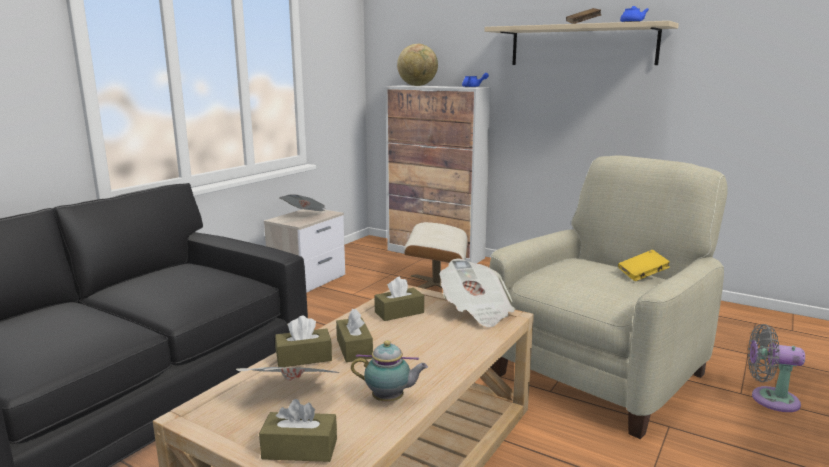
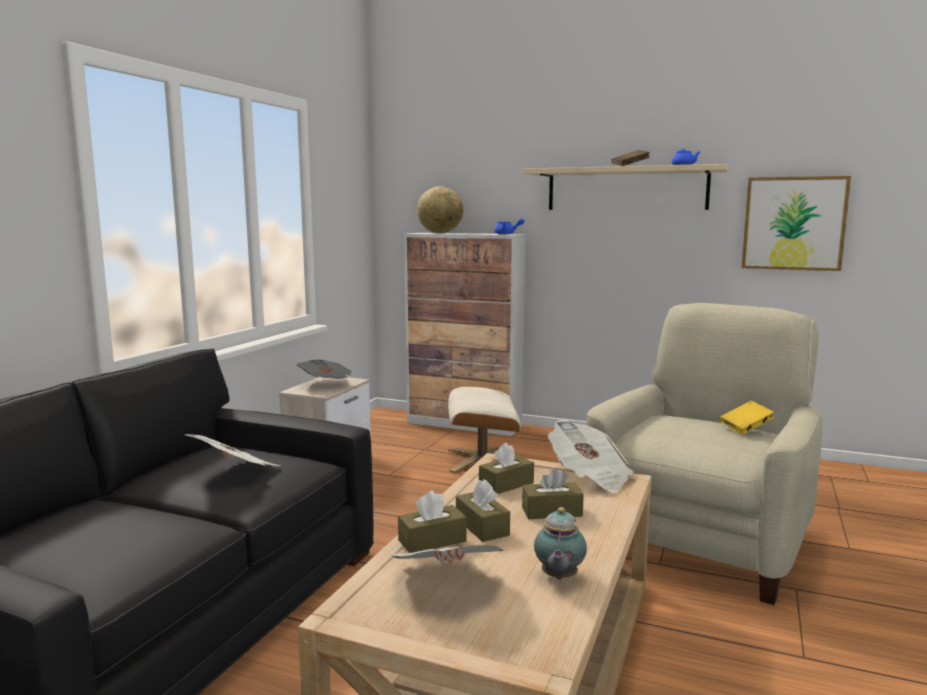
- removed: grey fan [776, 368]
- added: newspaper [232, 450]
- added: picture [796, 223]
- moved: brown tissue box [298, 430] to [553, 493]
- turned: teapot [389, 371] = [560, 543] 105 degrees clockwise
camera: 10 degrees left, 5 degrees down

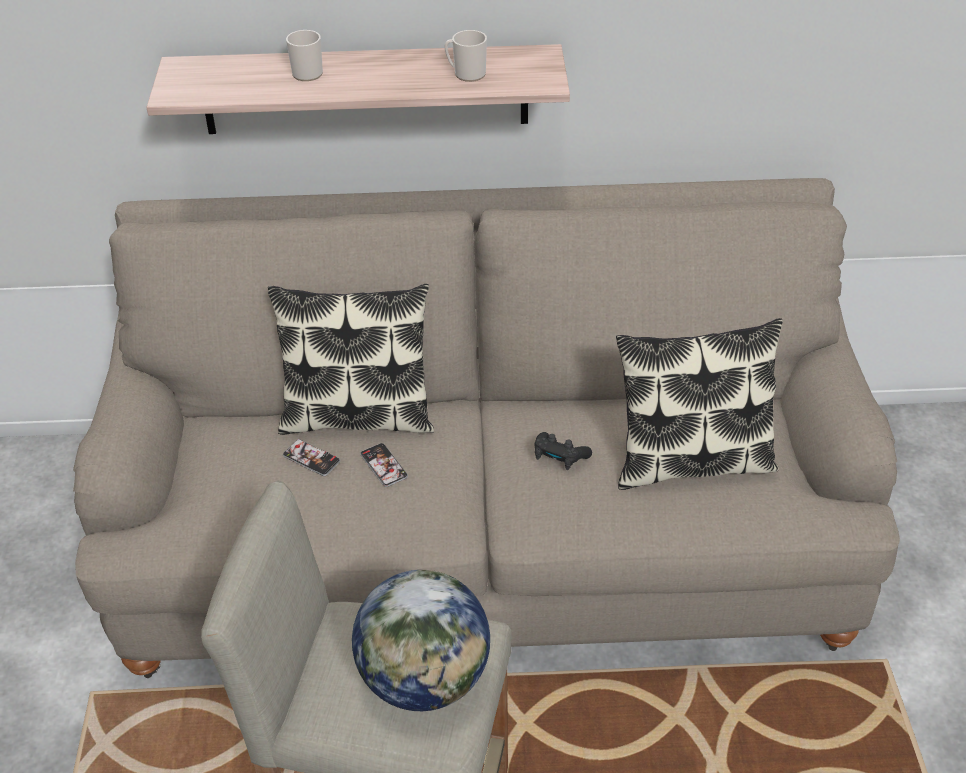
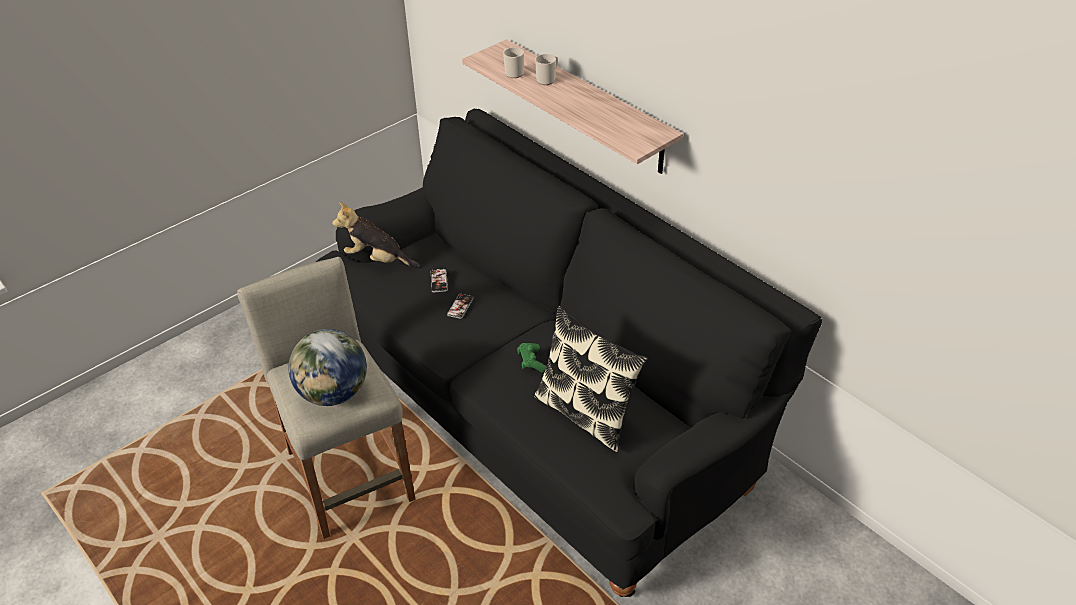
- removed: pillow [351, 359]
- added: plush toy [376, 235]
- moved: mug [465, 56] to [513, 62]
- recoloured: beige sofa [486, 428] to black sofa [569, 353]
- recoloured: black game controller [563, 451] to green game controller [531, 358]
camera: 50 degrees right, 0 degrees up

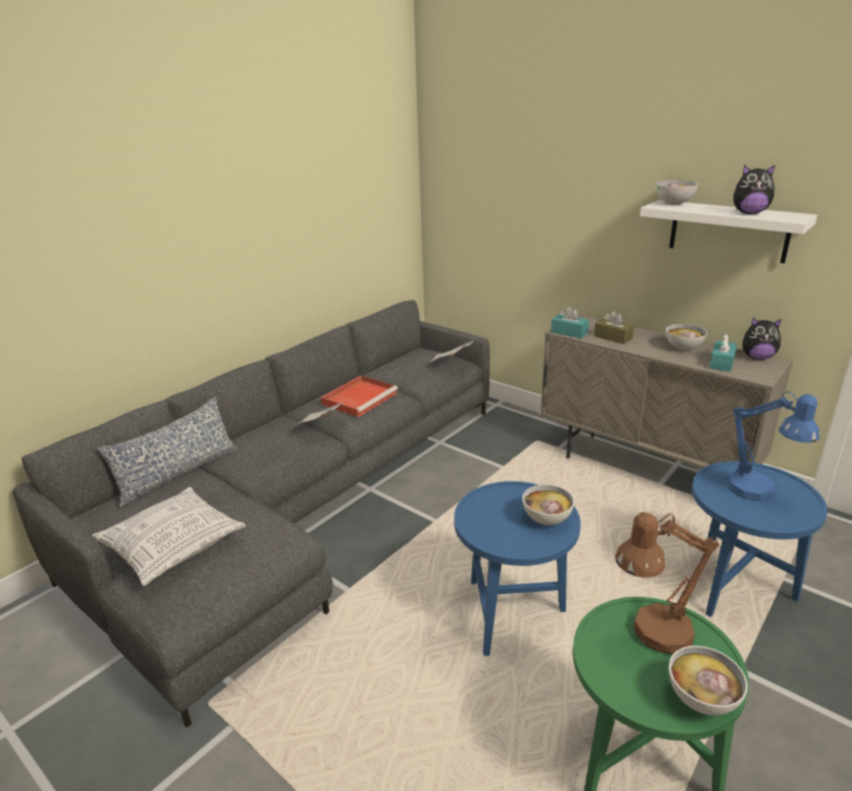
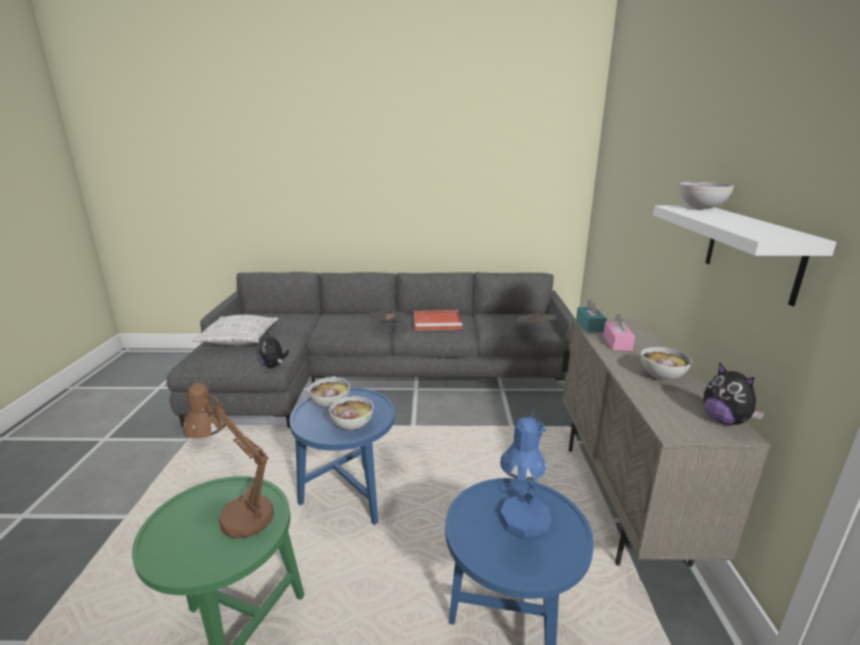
- removed: pillow [167, 452]
- removed: turquoise tissue box [723, 352]
- moved: bowl [708, 681] to [329, 392]
- moved: plush toy [754, 189] to [274, 350]
- recoloured: brown tissue box [614, 327] to pink tissue box [619, 332]
camera: 50 degrees right, 5 degrees down

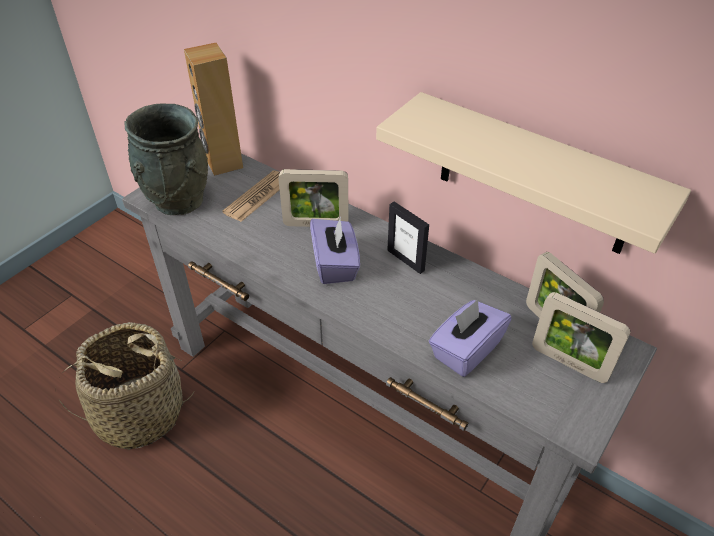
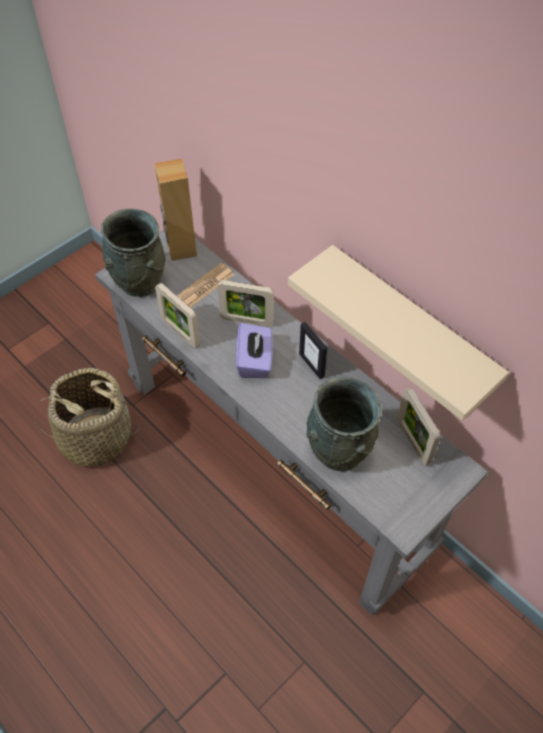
- moved: picture frame [581, 337] to [177, 315]
- replaced: purple tissue box [470, 338] to grey vase [343, 424]
camera: 10 degrees right, 10 degrees up

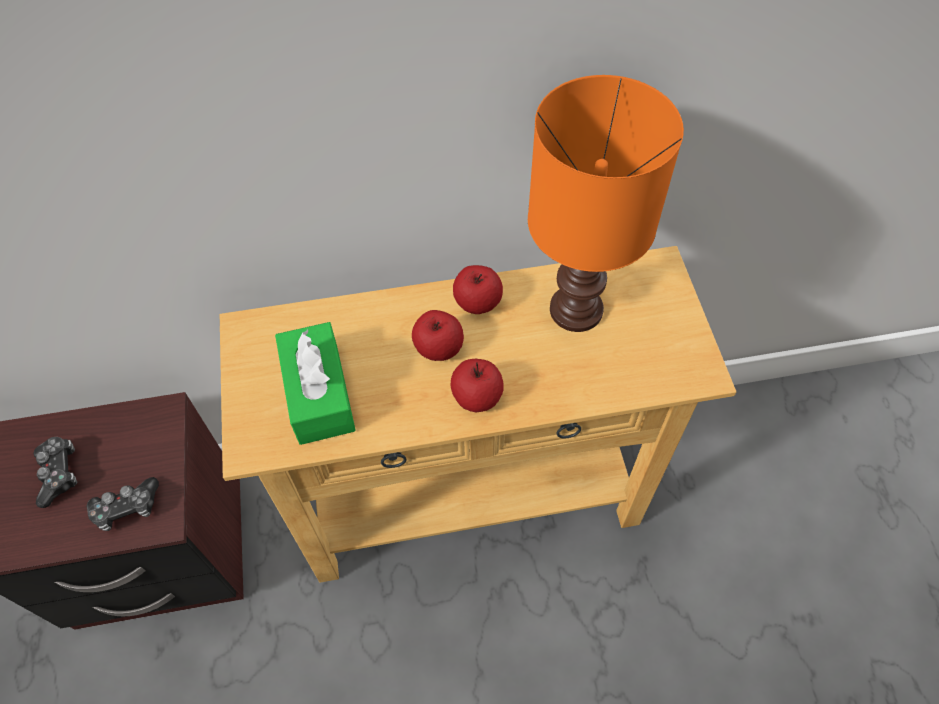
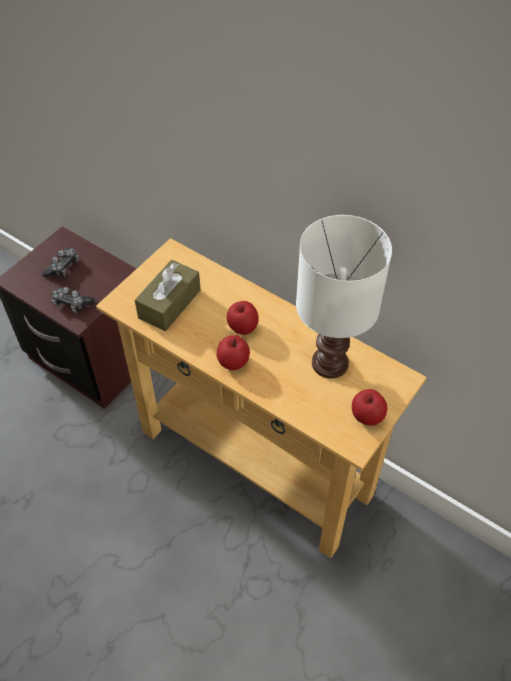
- moved: apple [478, 289] to [369, 407]
- recoloured: green tissue box [315, 383] to brown tissue box [168, 295]
- recoloured: orange table lamp [606, 203] to white table lamp [344, 297]
camera: 45 degrees right, 5 degrees down

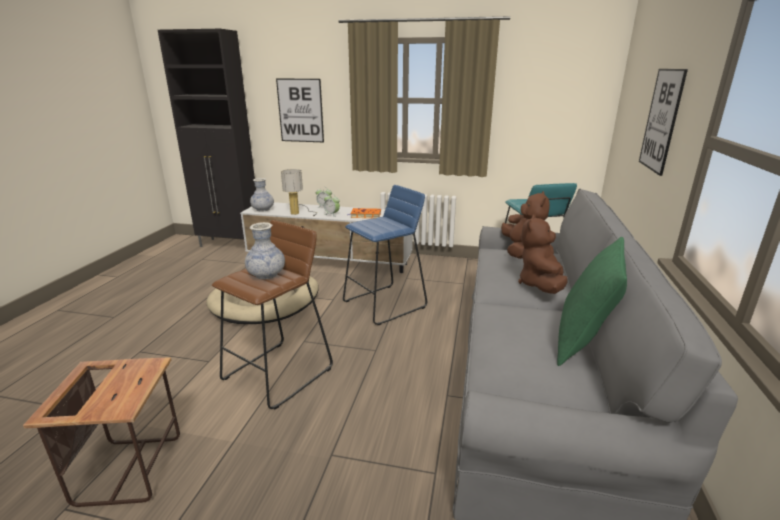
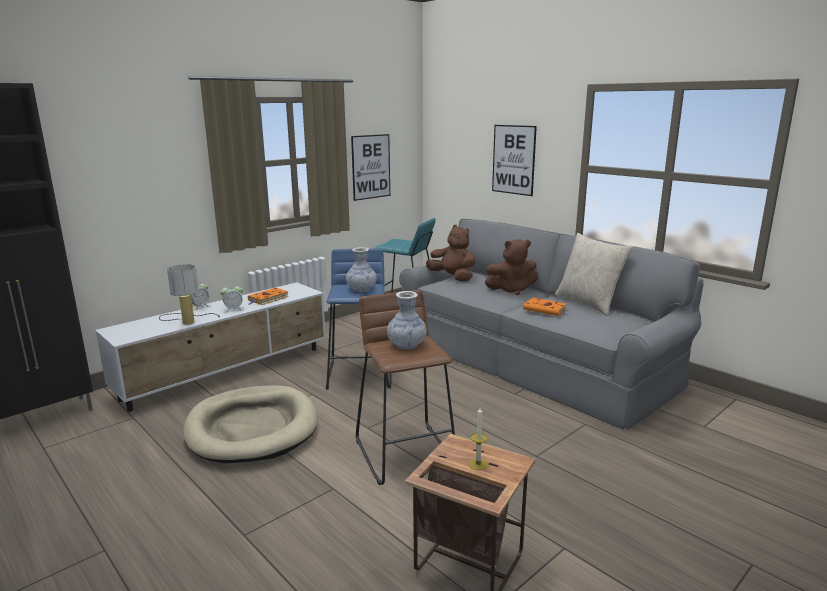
- added: candle [478, 439]
- added: orange book [546, 307]
- moved: vase [262, 195] to [361, 269]
- moved: picture [300, 110] to [370, 167]
- recoloured: green pillow [592, 301] to beige pillow [594, 274]
- turned: brown plush toy [543, 254] = [511, 267] 60 degrees counterclockwise
camera: 55 degrees left, 5 degrees down

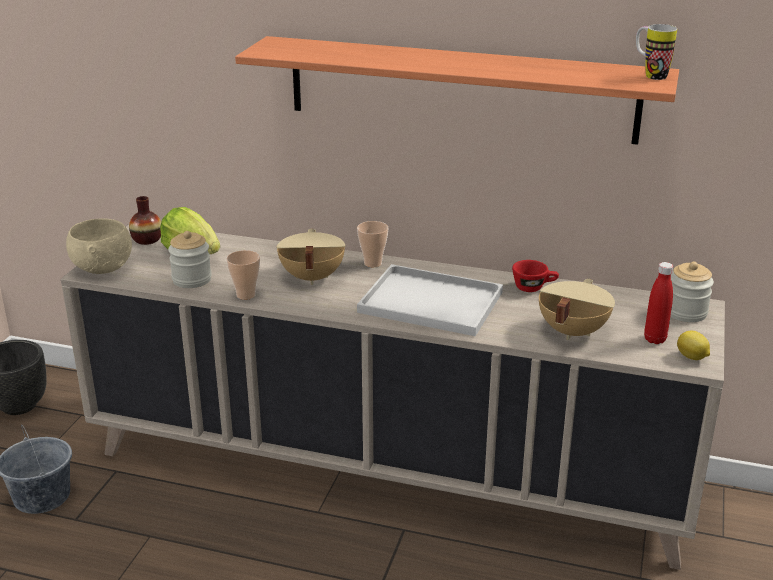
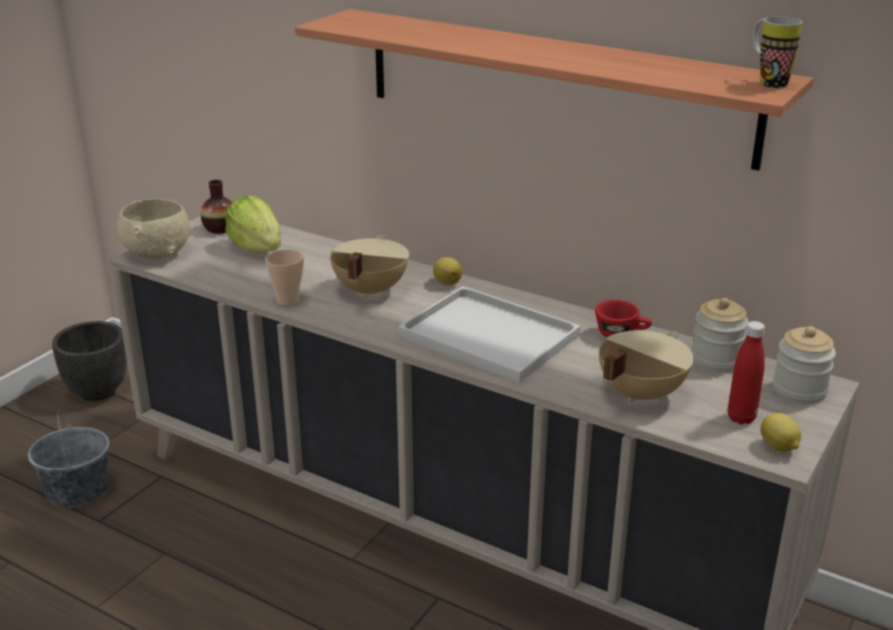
- moved: jar [190, 259] to [720, 335]
- replaced: cup [372, 244] to lemon [447, 271]
camera: 15 degrees right, 0 degrees up

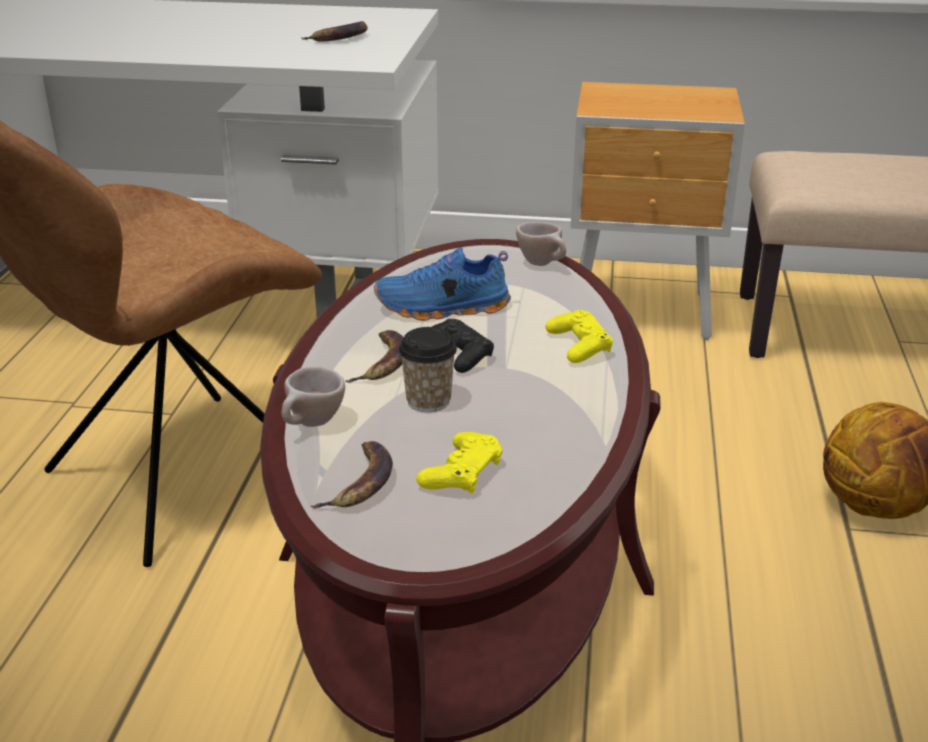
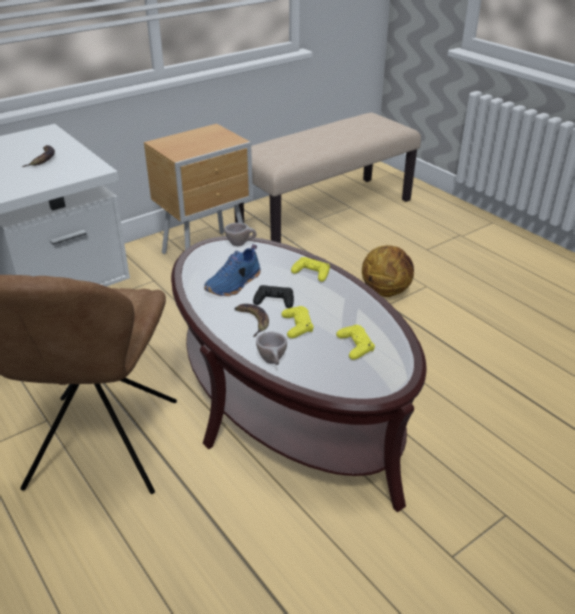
- removed: banana [352, 475]
- replaced: cup [428, 369] to yellow game controller [297, 322]
camera: 45 degrees left, 5 degrees up

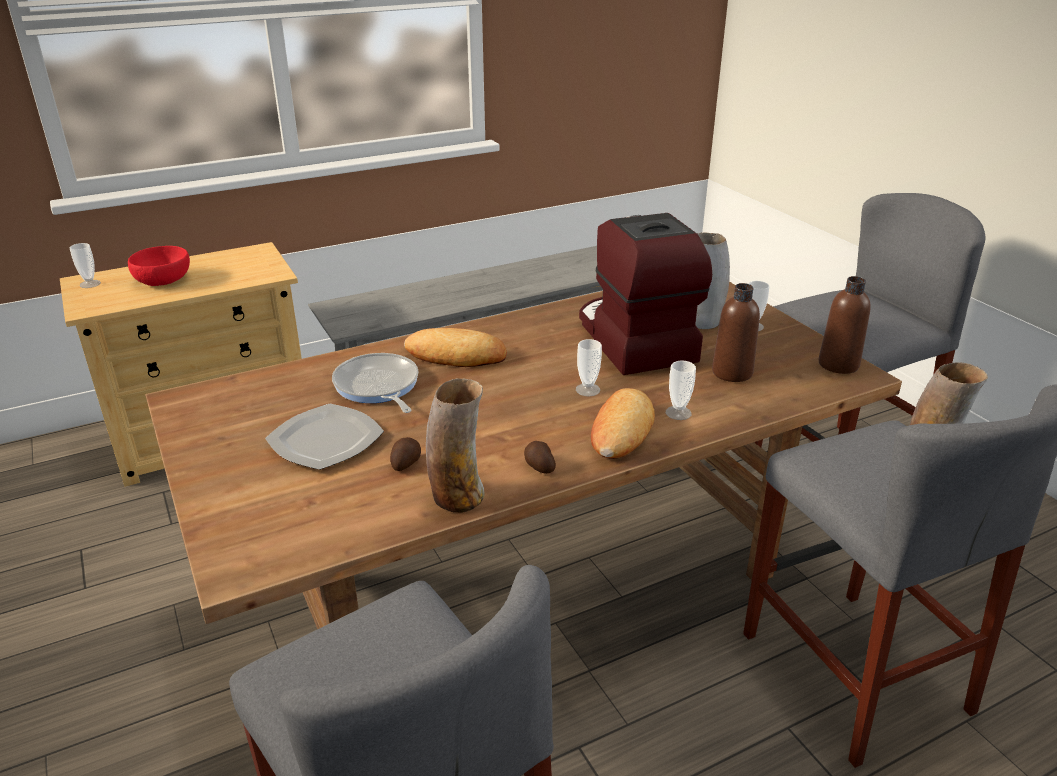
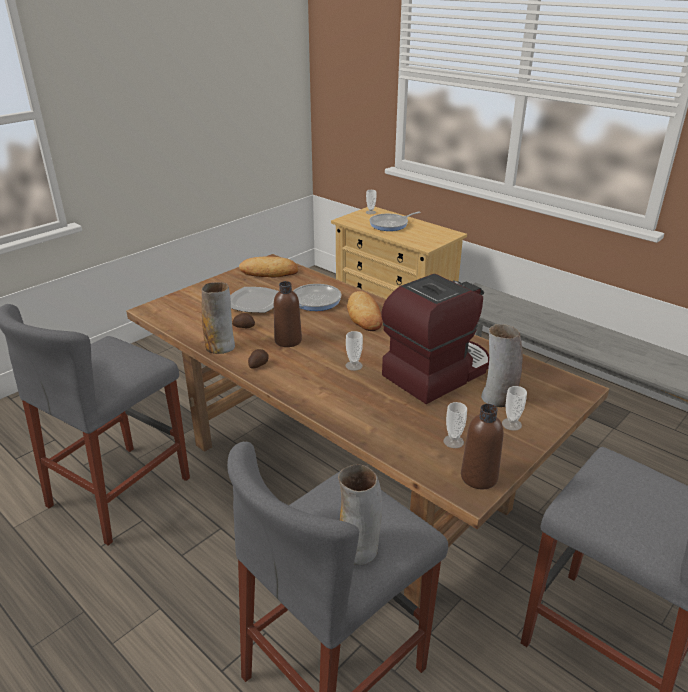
- moved: bread [623, 423] to [268, 267]
- moved: cup [681, 390] to [455, 425]
- moved: brown bottle [736, 332] to [288, 314]
- replaced: red bowl [159, 266] to frying pan [395, 221]
camera: 70 degrees right, 0 degrees up

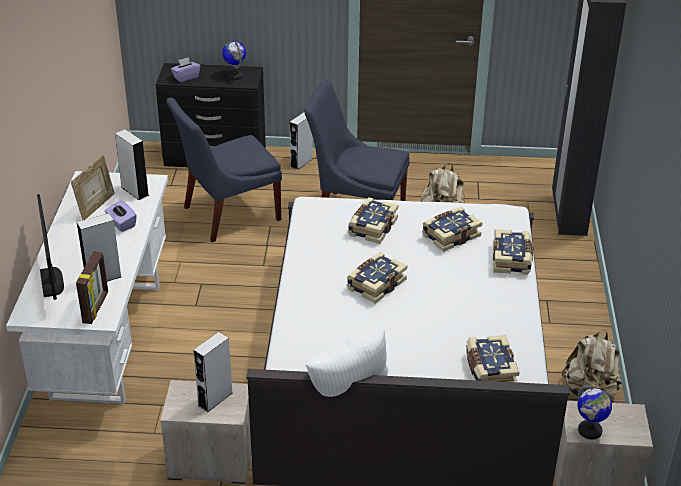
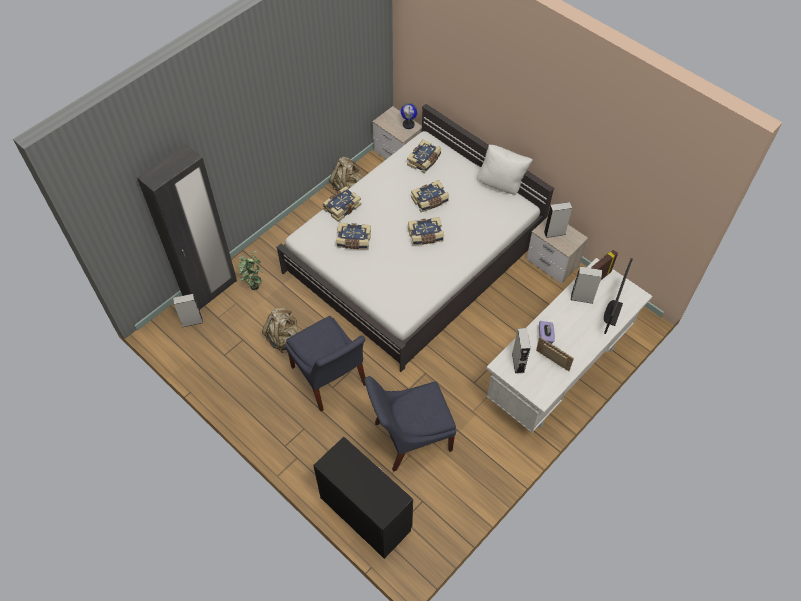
- removed: purple tissue box [185, 69]
- removed: globe [234, 60]
- added: potted plant [250, 270]
- moved: grey speaker [301, 141] to [188, 310]
- moved: book [373, 220] to [430, 196]
- turned: picture frame [93, 187] = [555, 354] 60 degrees clockwise
- turned: blue chair [224, 169] = [410, 424] 150 degrees clockwise
camera: 140 degrees left, 20 degrees up

